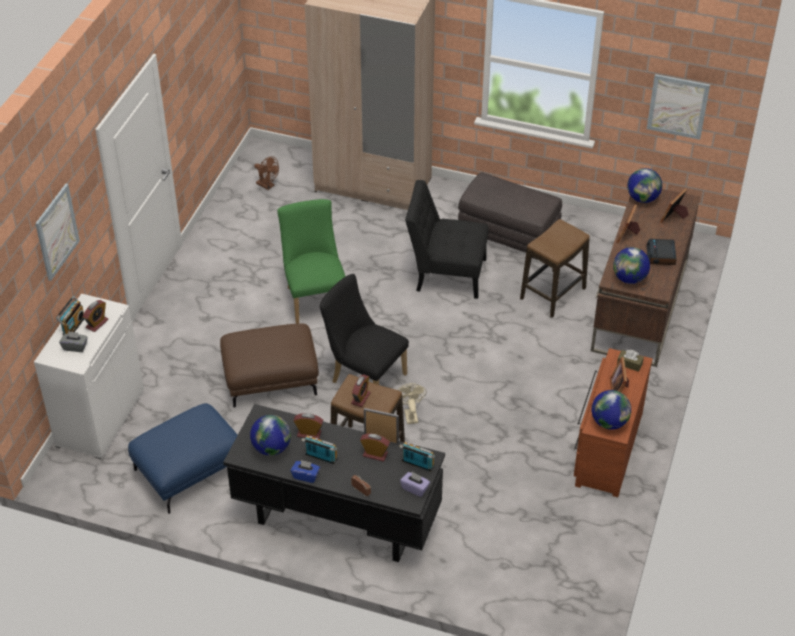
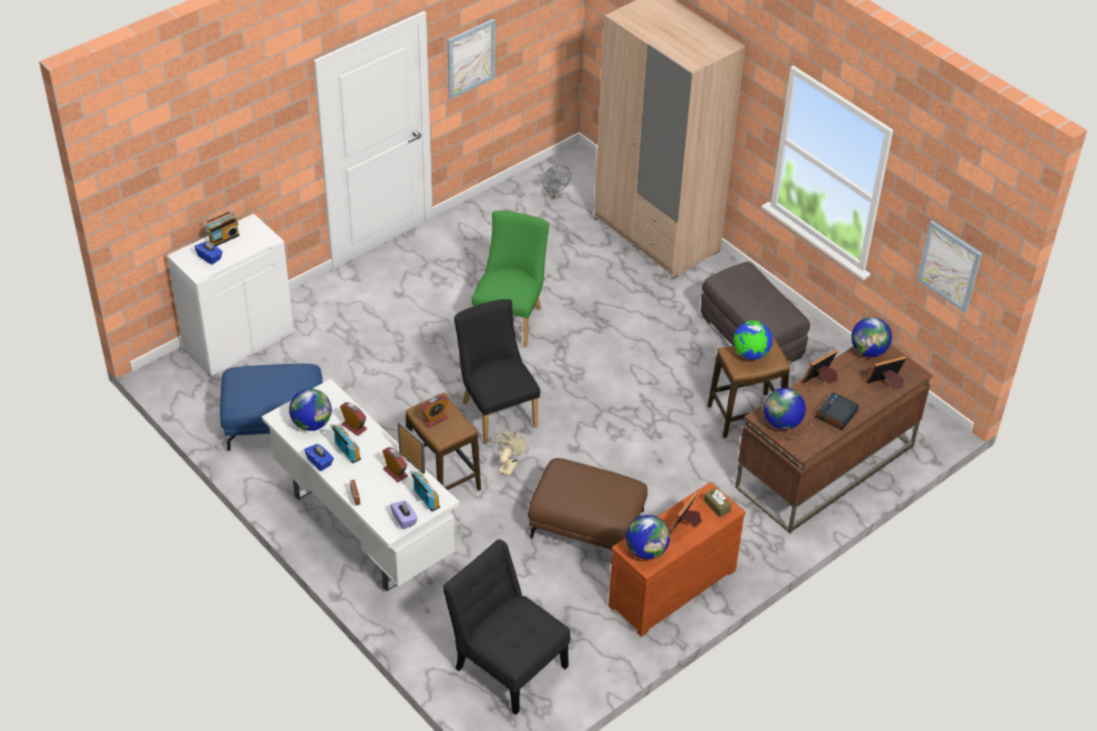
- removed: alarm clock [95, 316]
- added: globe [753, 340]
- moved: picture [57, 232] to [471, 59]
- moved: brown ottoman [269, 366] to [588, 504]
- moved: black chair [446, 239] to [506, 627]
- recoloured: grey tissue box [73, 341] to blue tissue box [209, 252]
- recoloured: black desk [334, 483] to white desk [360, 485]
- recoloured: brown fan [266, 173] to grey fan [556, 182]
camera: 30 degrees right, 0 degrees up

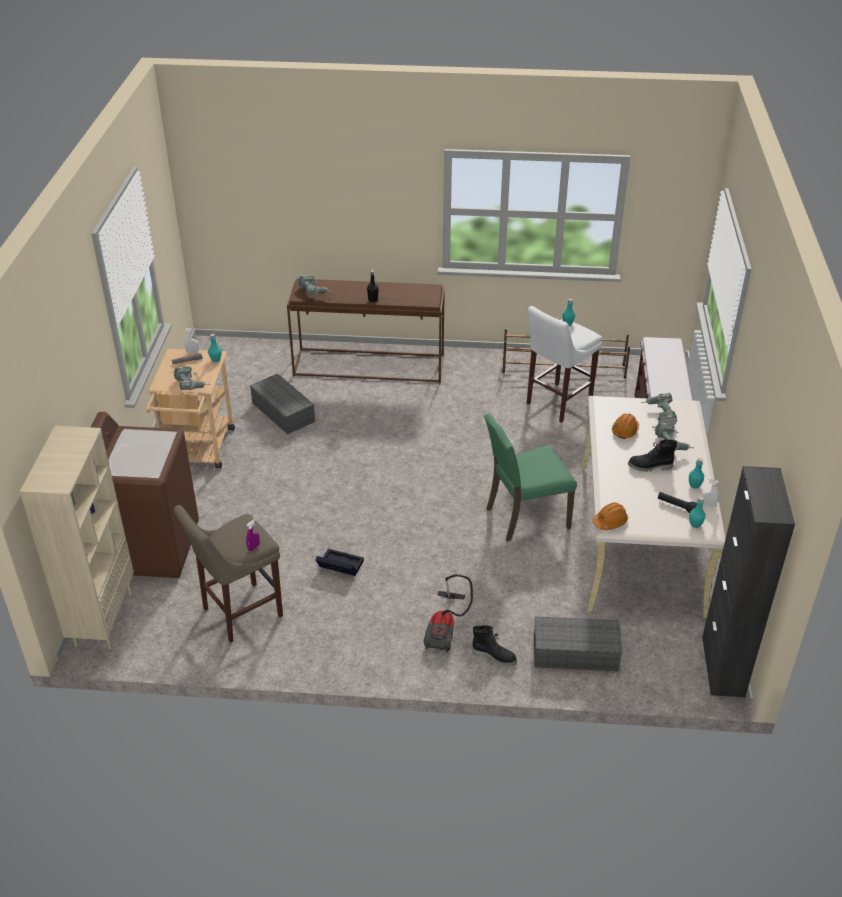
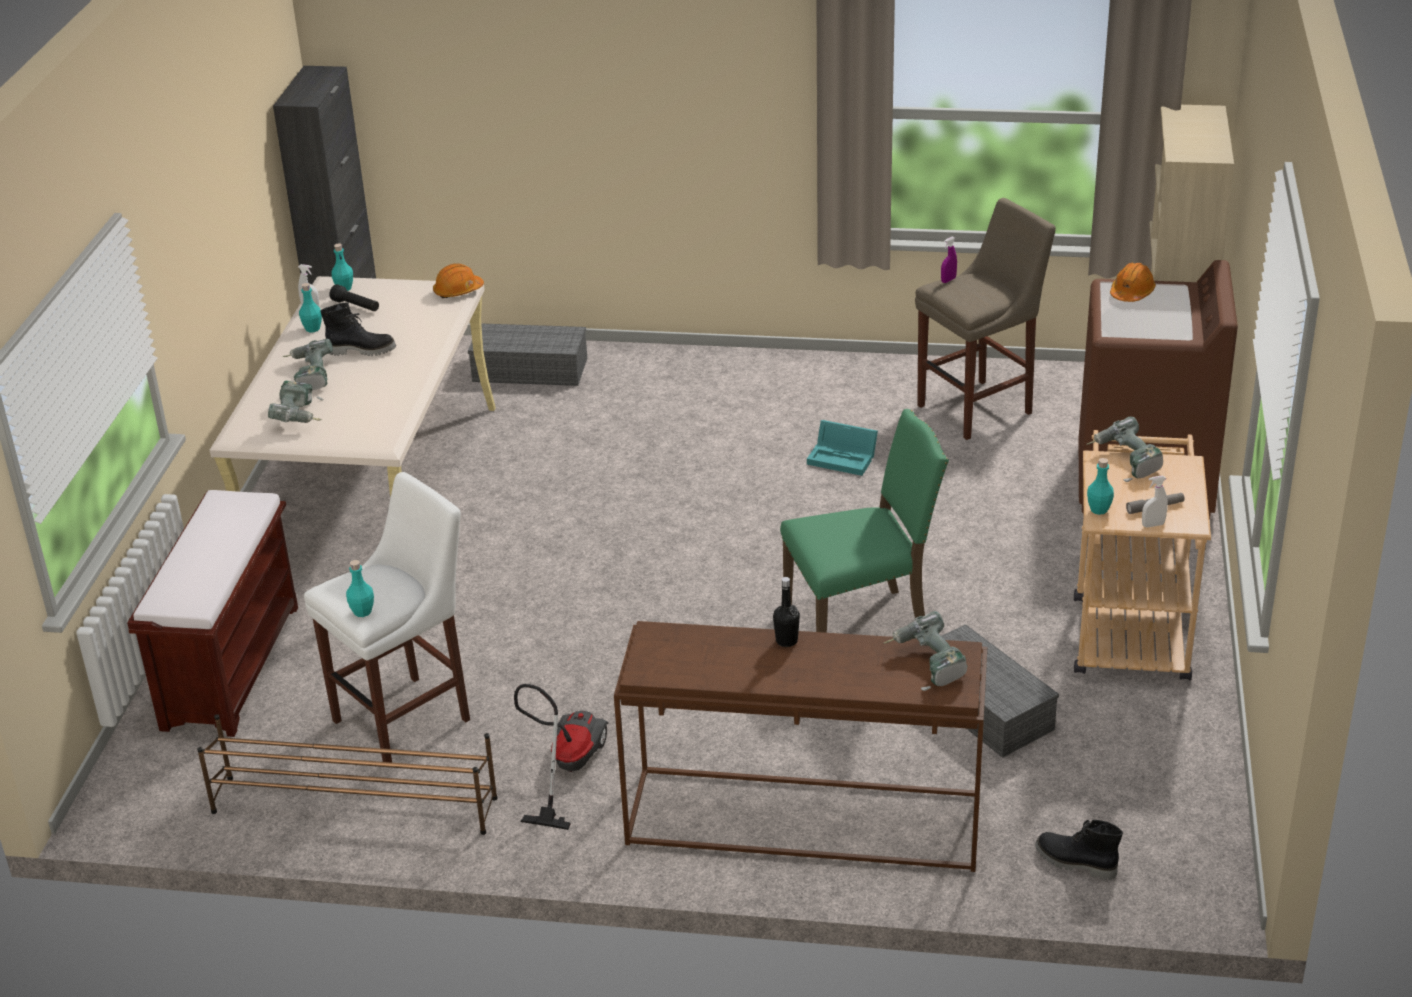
- moved: vacuum cleaner [448, 613] to [561, 757]
- moved: black boot [494, 645] to [1079, 850]
- moved: green chair [530, 478] to [864, 521]
- moved: orange hard hat [625, 426] to [1133, 282]
- recoloured: black storage box [340, 562] to turquoise storage box [842, 448]
camera: 175 degrees left, 5 degrees down

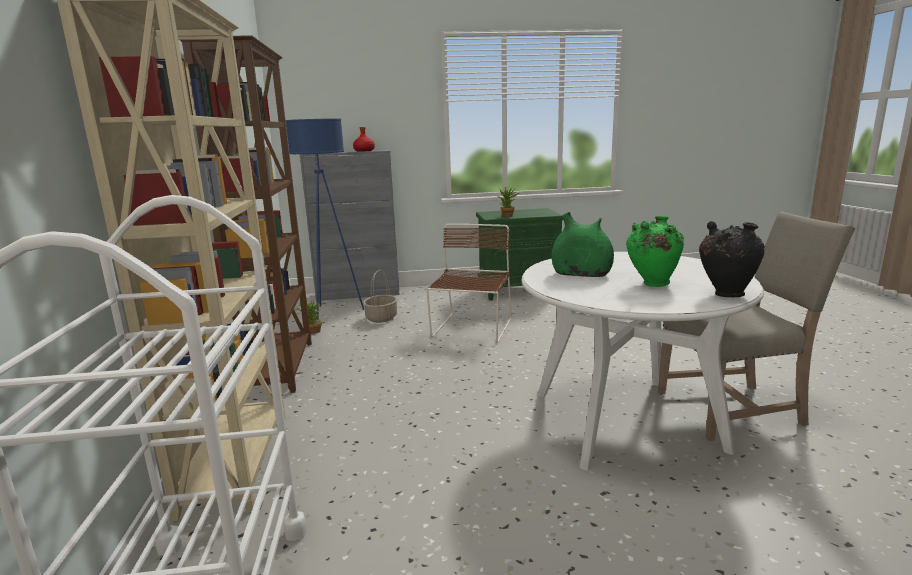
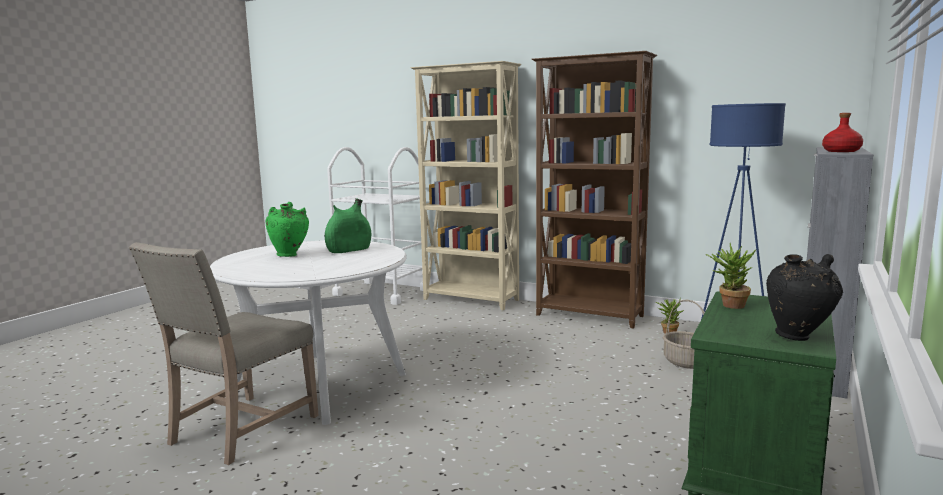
- removed: brown chair [469, 283]
- moved: black vase [732, 259] to [804, 297]
camera: 125 degrees right, 5 degrees down

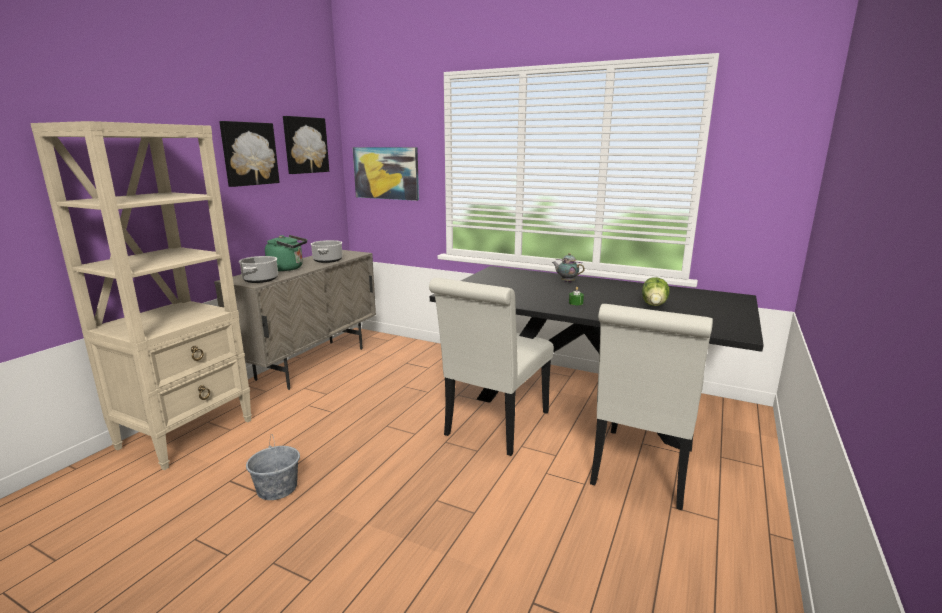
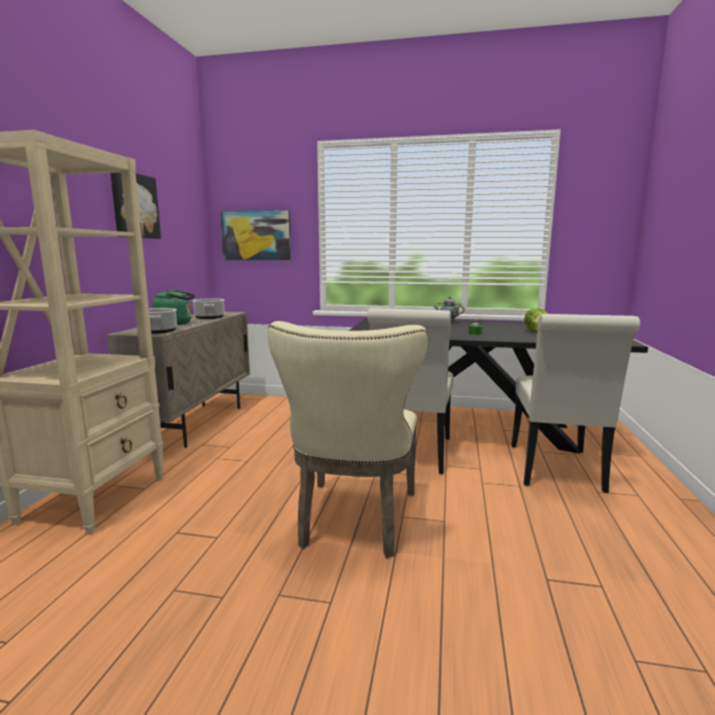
- removed: grey bucket [273, 467]
- removed: picture [306, 145]
- added: beige chair [347, 439]
camera: 15 degrees left, 5 degrees down

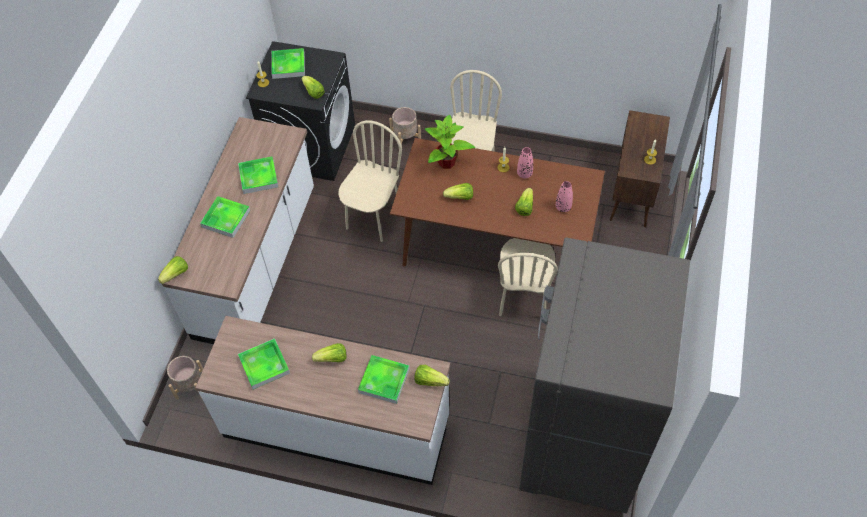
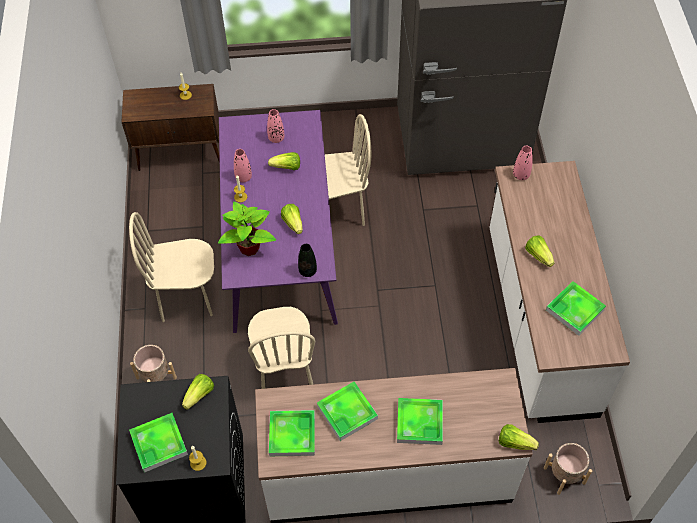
- added: black vase [307, 260]
- moved: tray [384, 379] to [292, 433]
- replaced: lettuce [432, 375] to pink vase [523, 163]
- recoloured: brown dining table [497, 202] to purple dining table [278, 221]
- turned: beige chair [370, 181] = [281, 348] 105 degrees counterclockwise
camera: 110 degrees left, 0 degrees up

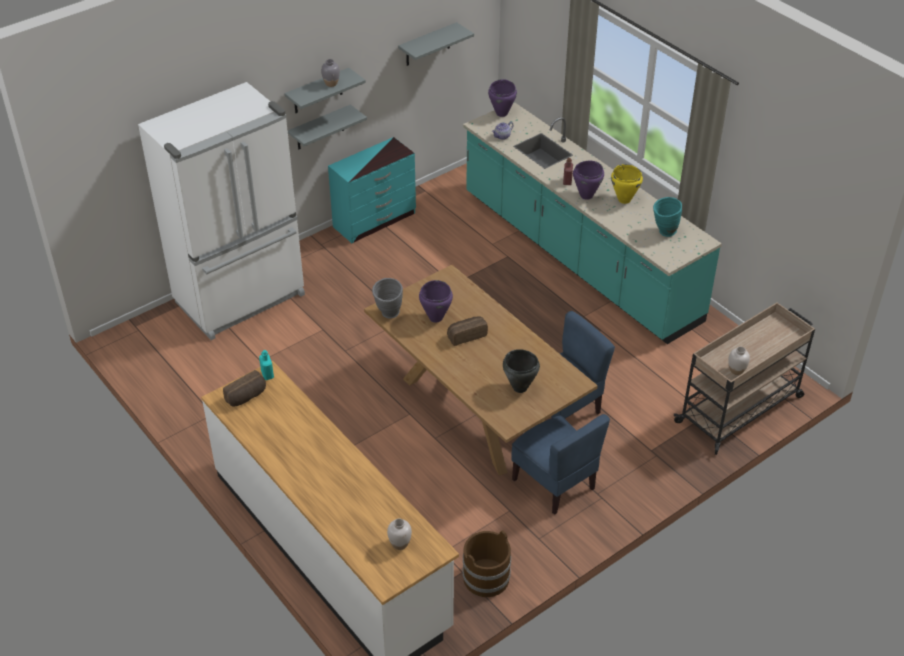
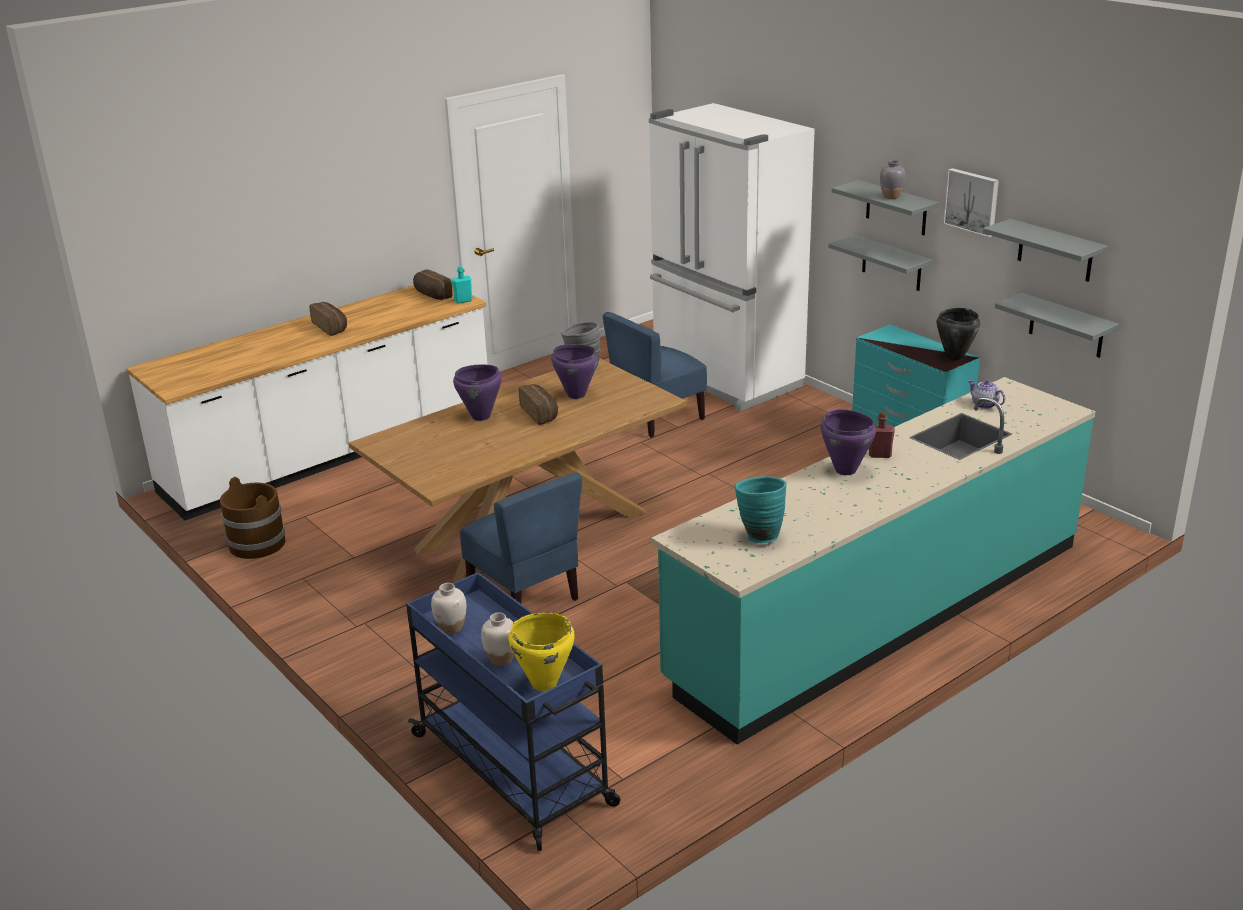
- added: bread [328, 319]
- added: picture [971, 203]
- added: grey shelf [1057, 325]
- moved: white vase [399, 534] to [497, 639]
- moved: purple cooking pot [502, 98] to [477, 393]
- moved: black cooking pot [521, 371] to [958, 334]
- moved: blue chair [561, 464] to [655, 375]
- moved: yellow cooking pot [627, 184] to [541, 651]
- recoloured: beige cart [744, 379] to blue cart [513, 711]
camera: 90 degrees right, 15 degrees down

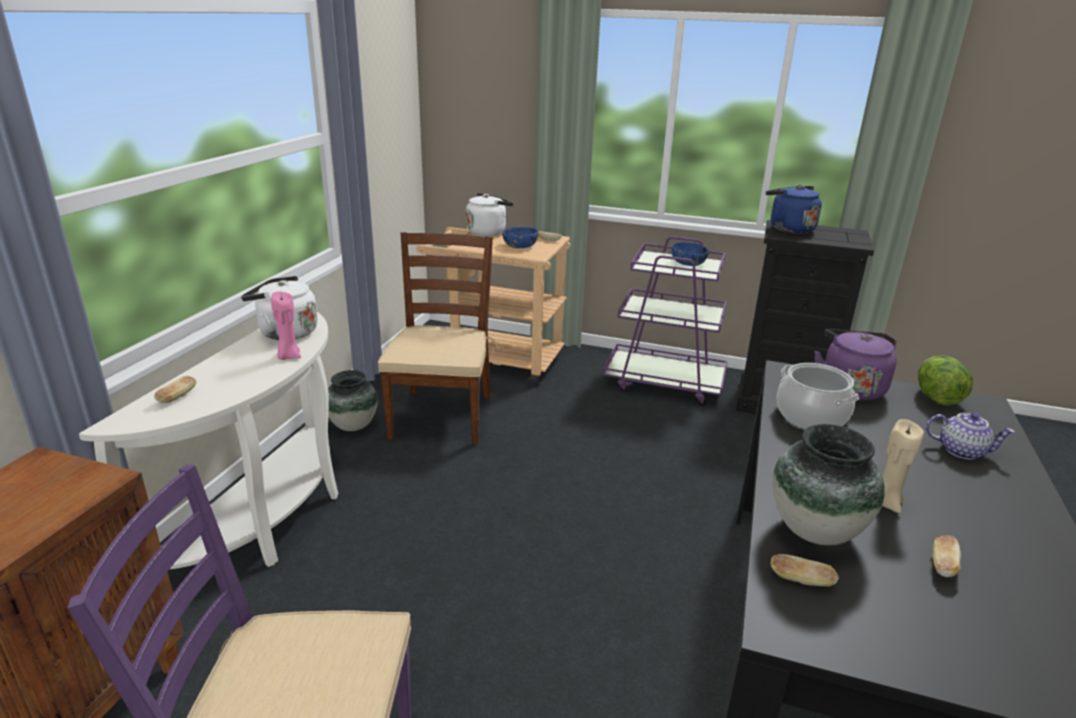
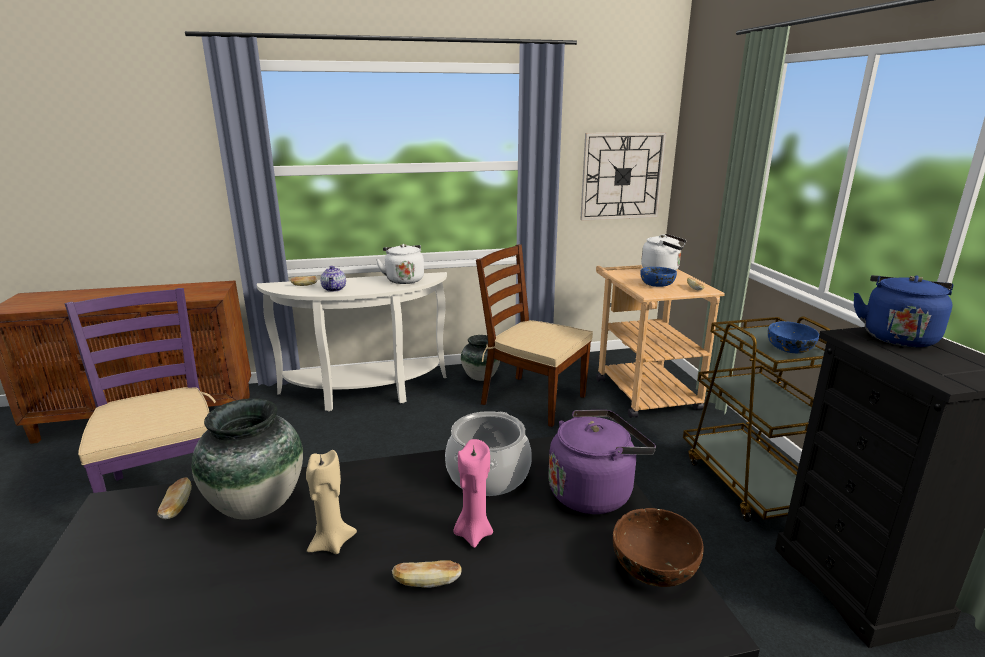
- added: wall clock [623, 176]
- moved: pink candle [286, 326] to [473, 493]
- moved: teapot [970, 436] to [333, 279]
- moved: bread [947, 556] to [426, 574]
- replaced: lettuce [945, 380] to brown bowl [658, 547]
- recoloured: purple cart [665, 321] to brown cart [756, 419]
- turned: brown chair [438, 338] = [534, 335] 120 degrees counterclockwise
camera: 60 degrees right, 5 degrees down

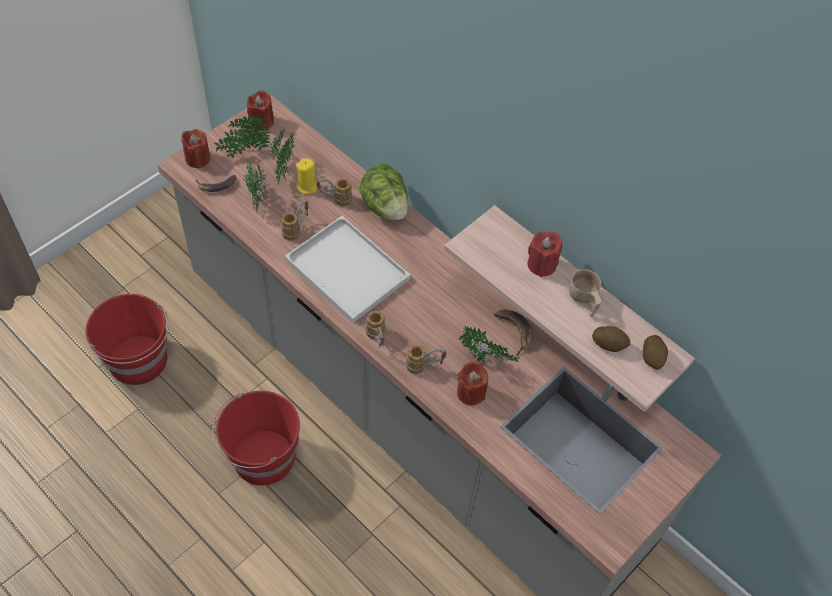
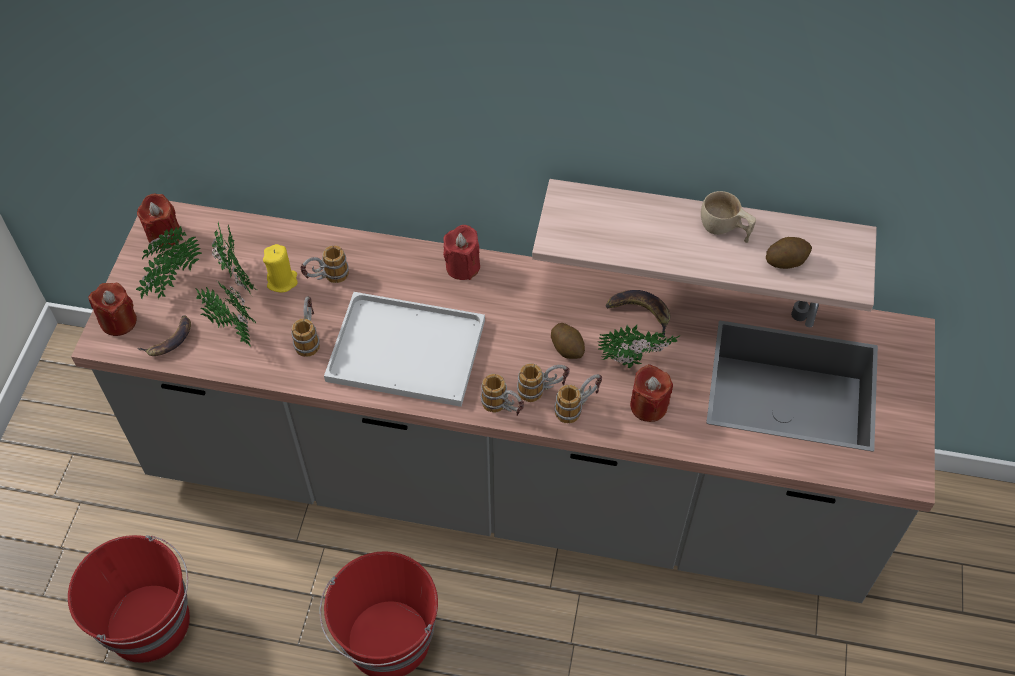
- removed: lettuce [383, 192]
- added: mug [543, 382]
- moved: red candle [544, 254] to [461, 252]
- moved: potato [655, 352] to [568, 341]
camera: 30 degrees left, 0 degrees up

